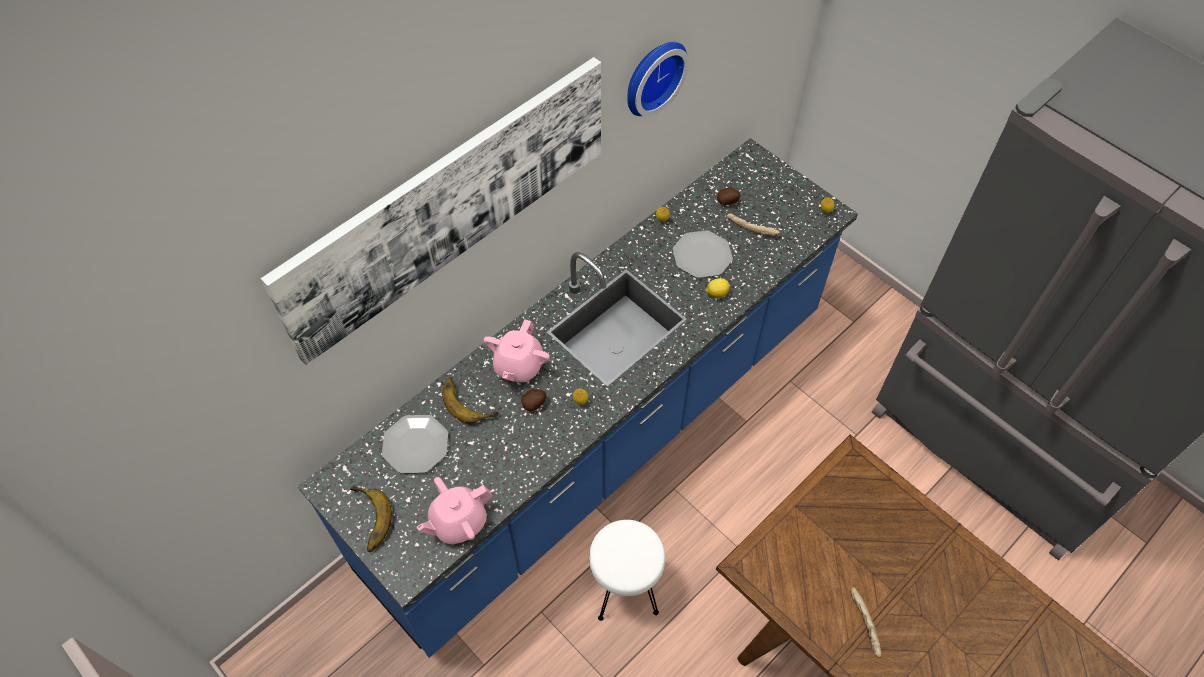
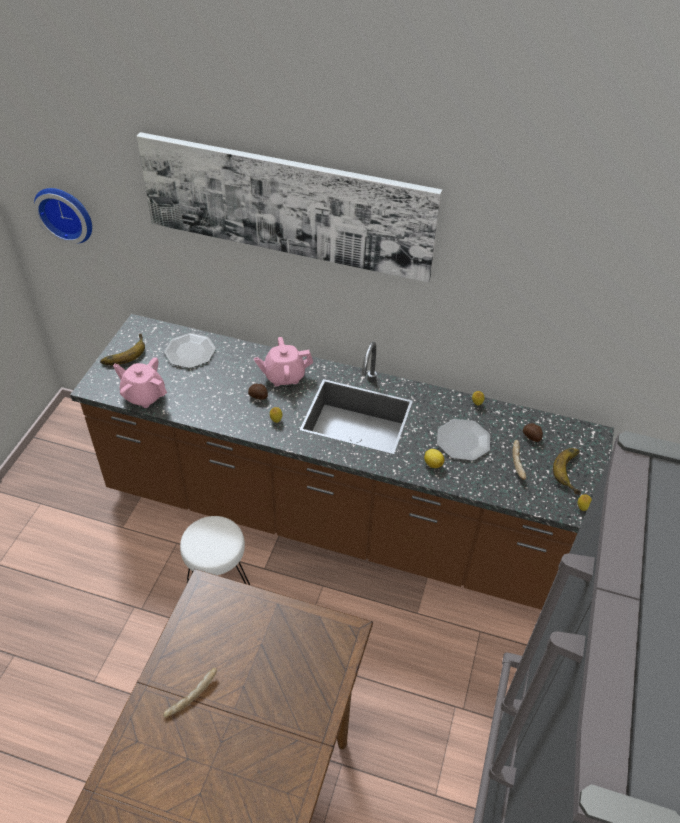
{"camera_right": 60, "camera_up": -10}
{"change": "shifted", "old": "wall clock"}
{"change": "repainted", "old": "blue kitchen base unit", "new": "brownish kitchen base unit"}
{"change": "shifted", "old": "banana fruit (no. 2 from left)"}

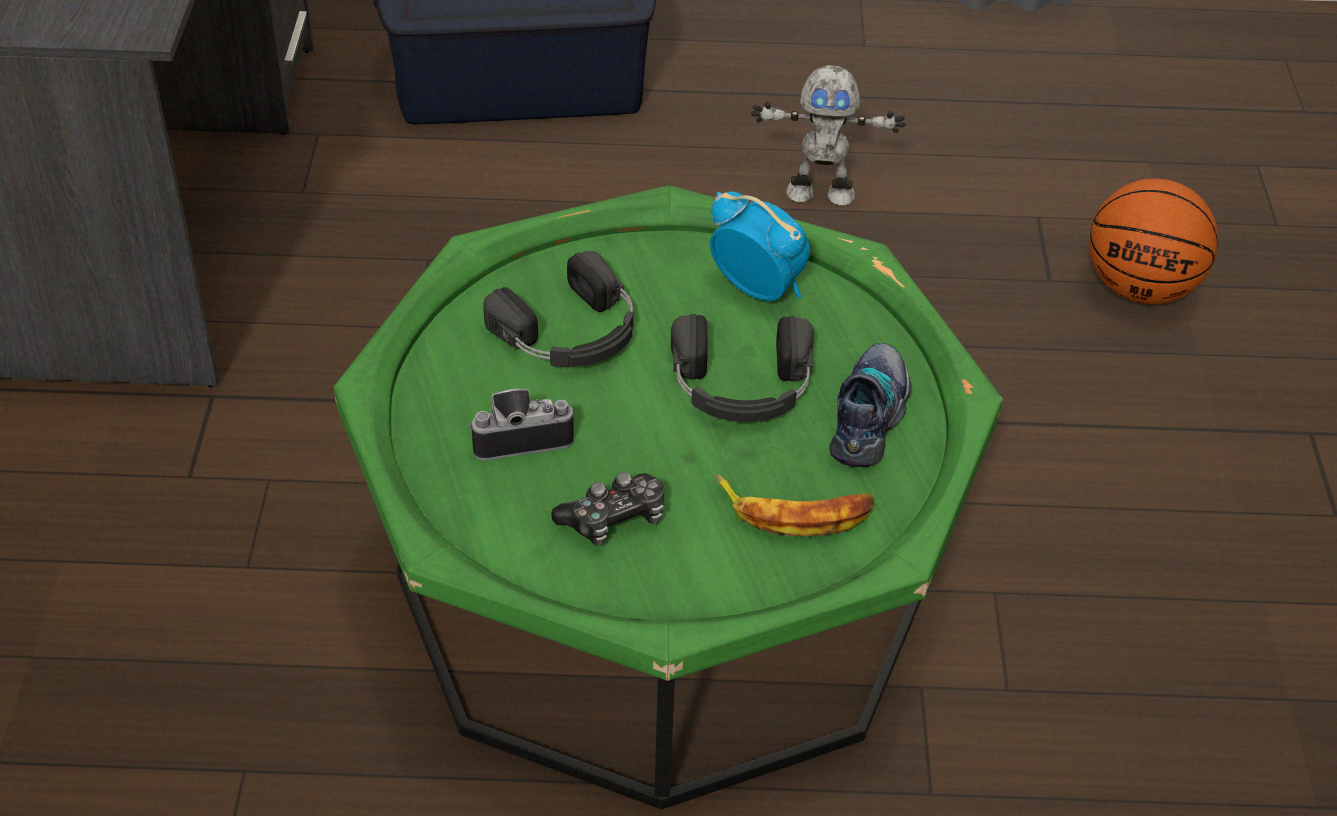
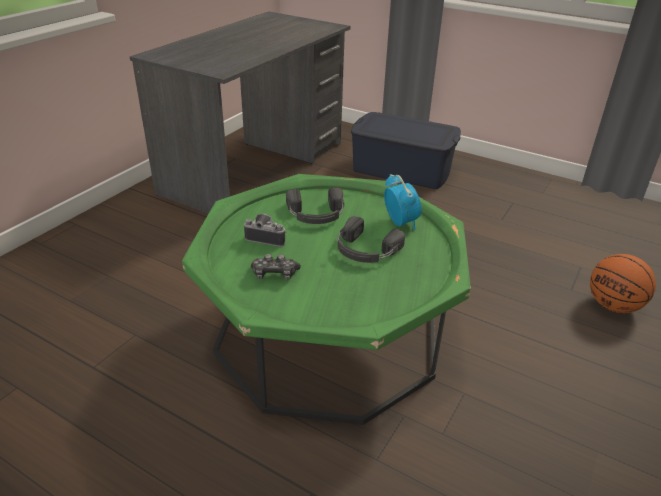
{"camera_right": 30, "camera_up": -10}
{"change": "gone", "old": "banana fruit"}
{"change": "gone", "old": "model robot"}
{"change": "gone", "old": "low shoe"}

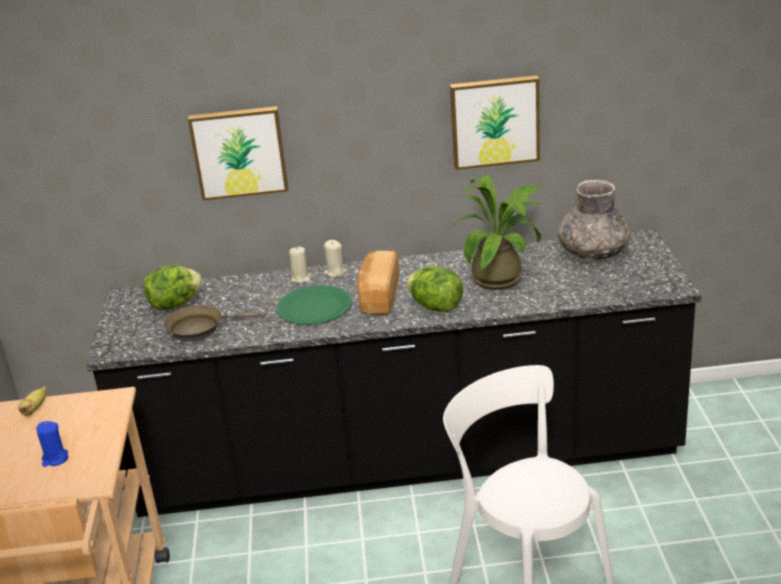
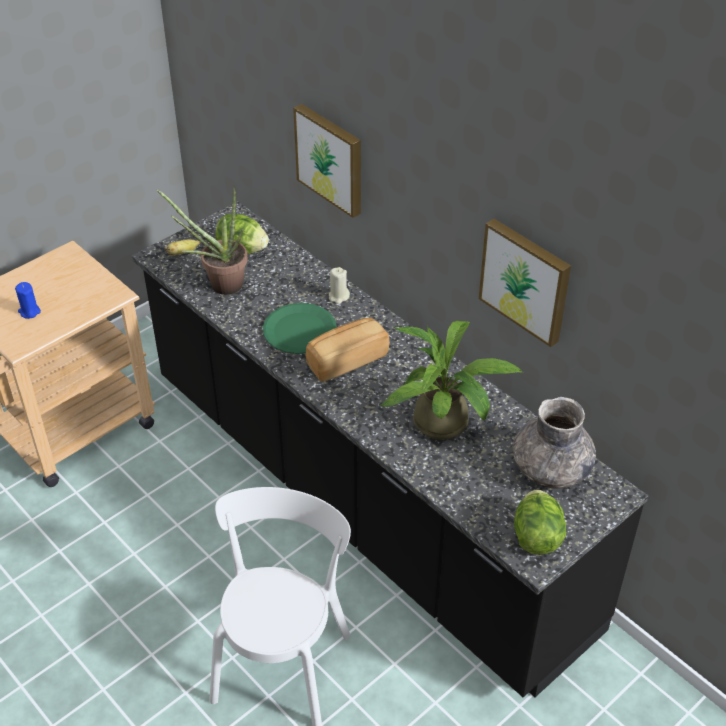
{"camera_right": 50, "camera_up": 15}
{"change": "swapped", "old": "brownish skillet", "new": "potted plant (no. 1 from left)"}
{"change": "shifted", "old": "banana fruit"}
{"change": "shifted", "old": "lettuce head (no. 2 from left)"}
{"change": "gone", "old": "beige-coloured wax candle (no. 2 from left)"}

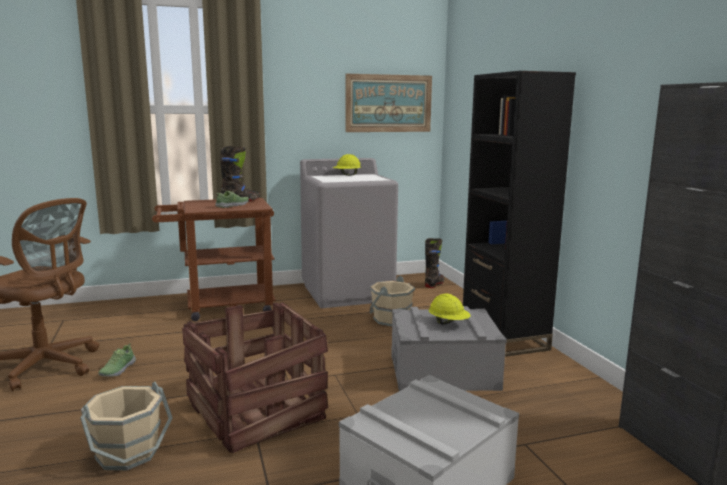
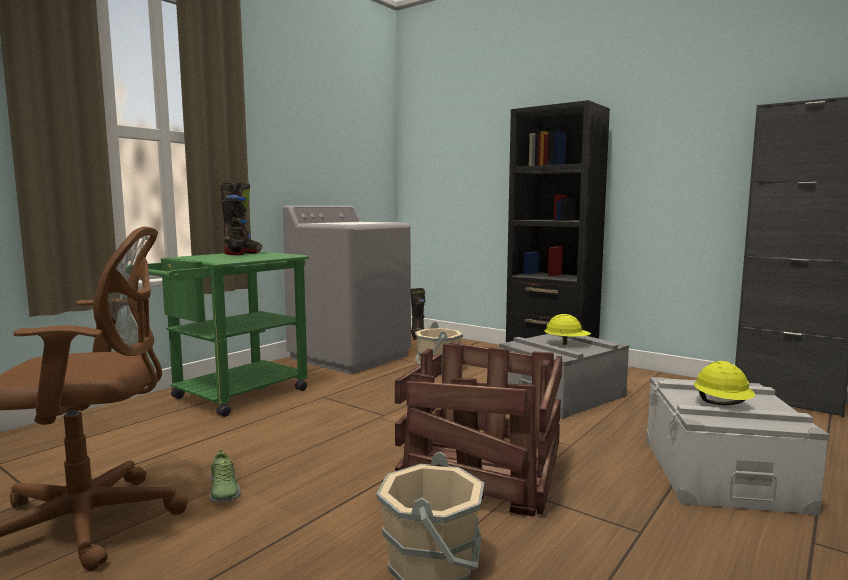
{"camera_right": -35, "camera_up": -5}
{"change": "repainted", "old": "brownish wheeled cart", "new": "greenish wheeled cart"}
{"change": "shifted", "old": "yellow-coloured work helmet (no. 1 from left in the first image)", "new": "yellow-coloured work helmet (no. 2 from left)"}
{"change": "gone", "old": "low shoe (no. 2 from left)"}
{"change": "gone", "old": "wall art"}

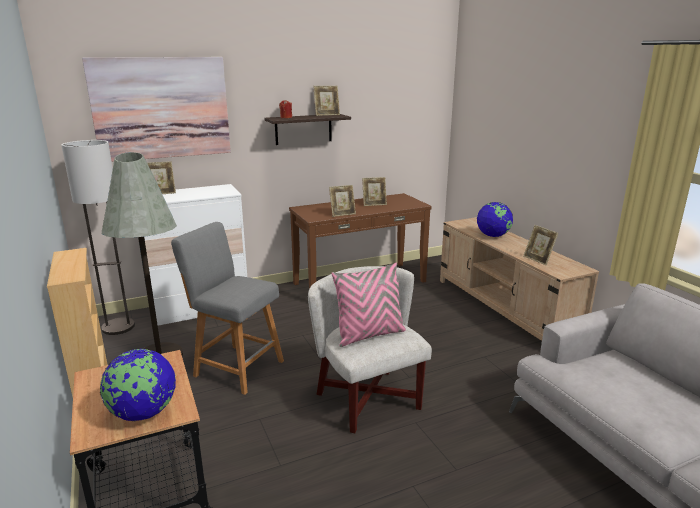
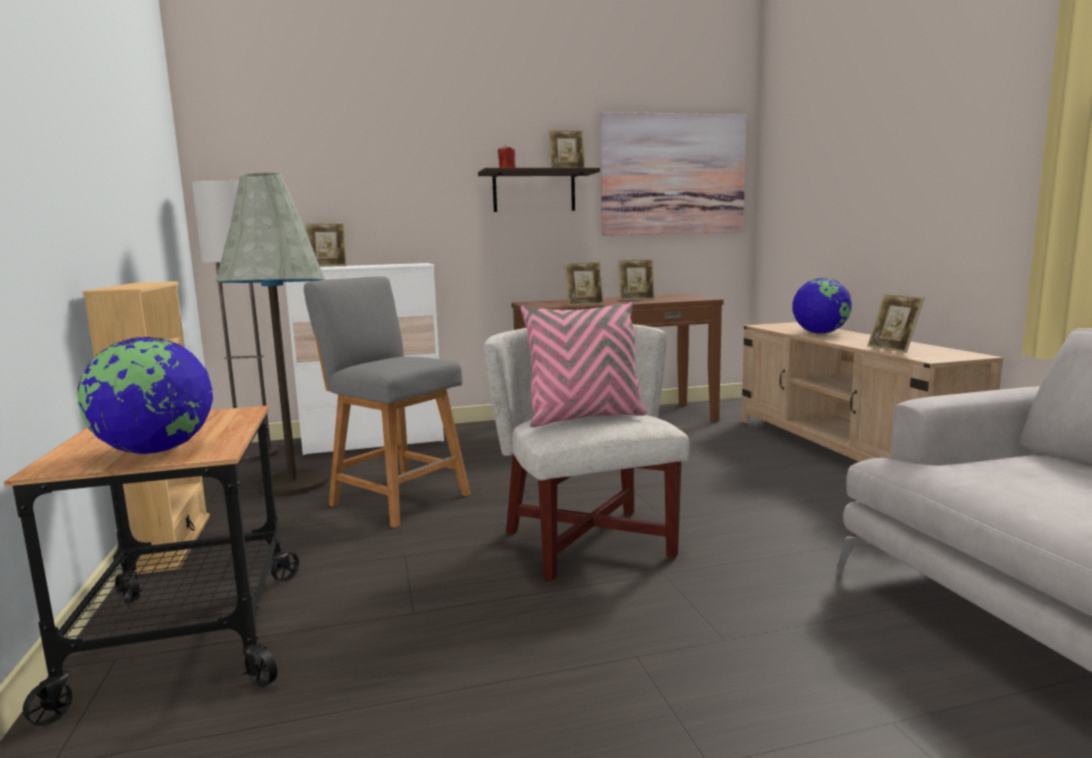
{"camera_right": 10, "camera_up": -10}
{"change": "shifted", "old": "wall art"}

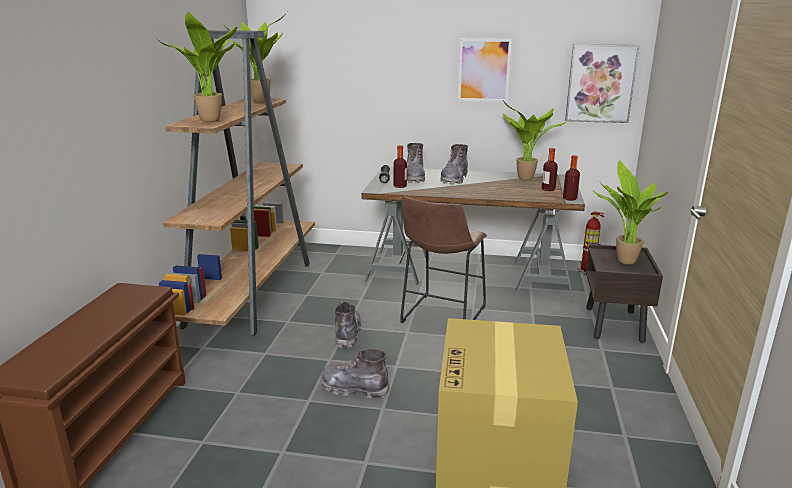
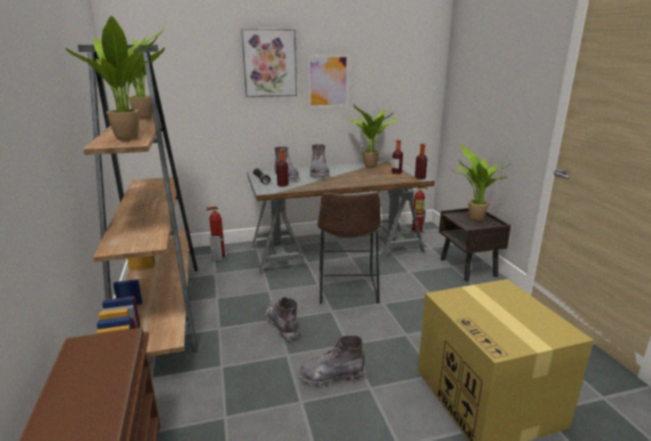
{"camera_right": -25, "camera_up": 0}
{"change": "new", "new": "extinguisher (no. 1 from left)"}
{"change": "shifted", "old": "wall art (no. 2 from left in the first image)", "new": "wall art (no. 1 from left)"}

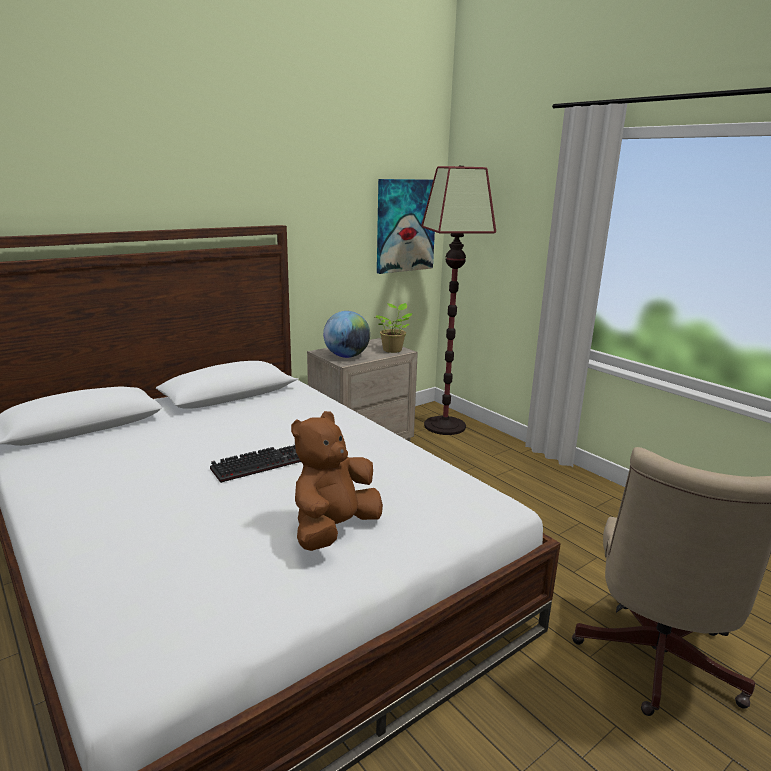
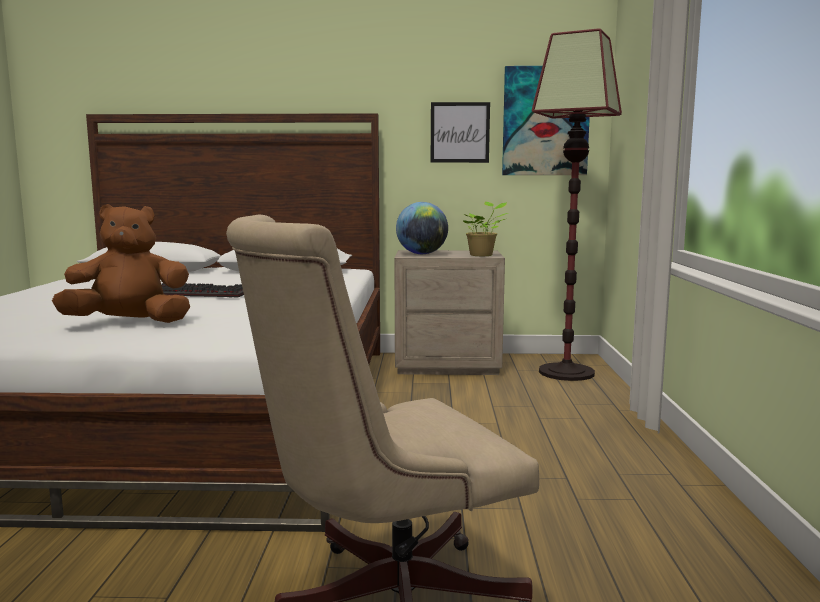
{"camera_right": 40, "camera_up": -10}
{"change": "new", "new": "wall art (no. 1 from left)"}

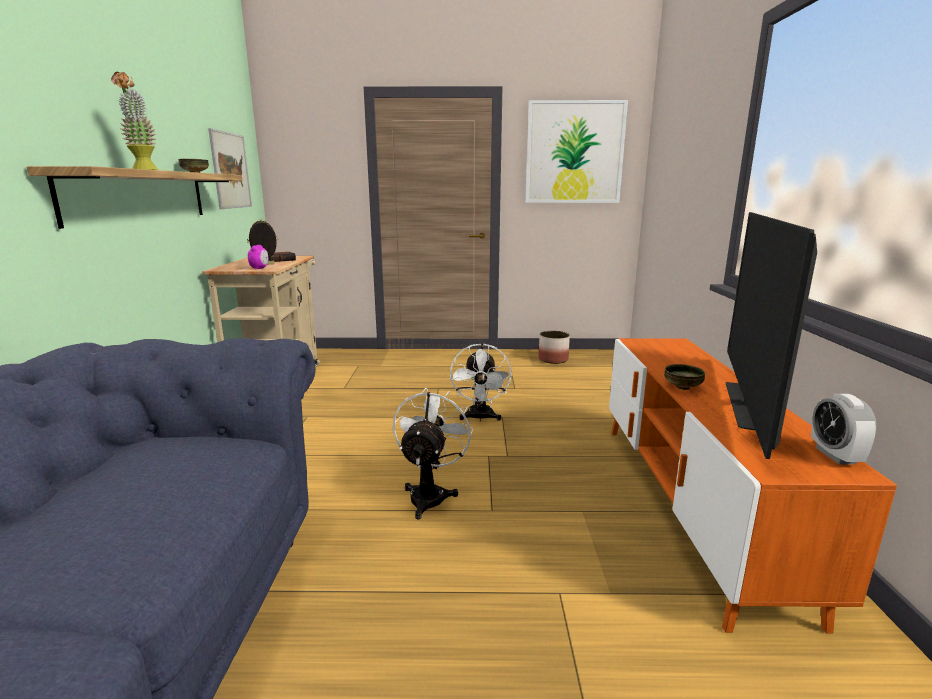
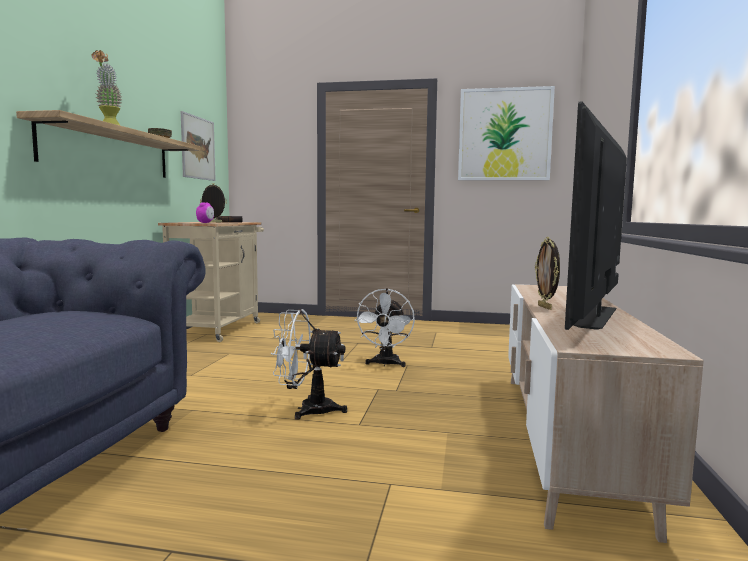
{"camera_right": 10, "camera_up": -10}
{"change": "rotated", "old": "whitish cooling fan (no. 1 from left)", "degrees": -105}
{"change": "repainted", "old": "orangey tv stand", "new": "beige-coloured tv stand"}
{"change": "swapped", "old": "bowl (no. 2 from left)", "new": "photo frame (no. 2 from left)"}
{"change": "gone", "old": "flower pot"}
{"change": "gone", "old": "alarm clock (no. 2 from left)"}

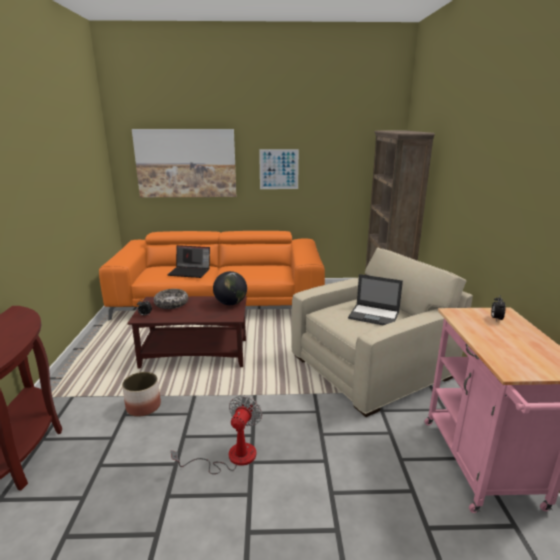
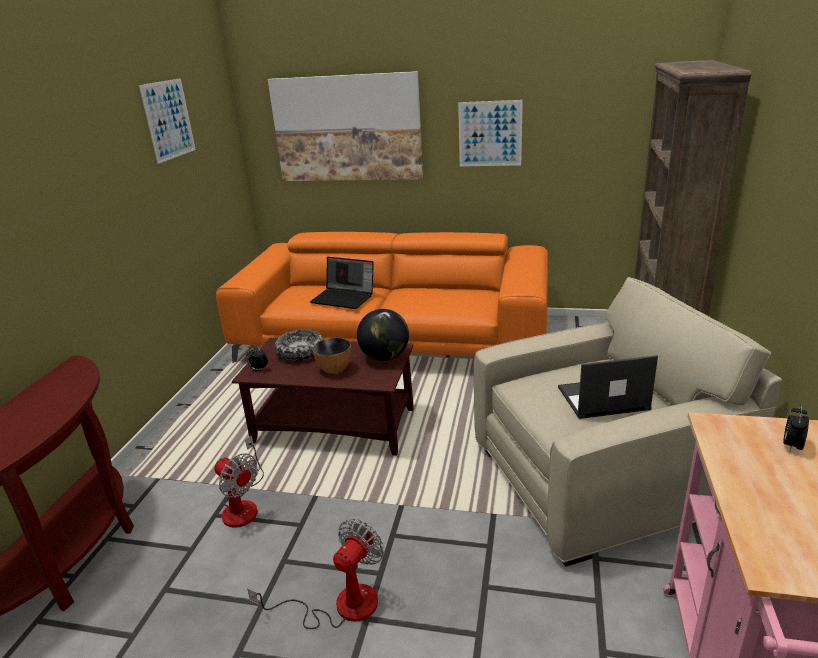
{"camera_right": 15, "camera_up": 5}
{"change": "new", "new": "wall art (no. 1 from left)"}
{"change": "swapped", "old": "flower pot", "new": "cooling fan (no. 1 from left)"}
{"change": "new", "new": "bowl (no. 2 from left)"}
{"change": "rotated", "old": "notebook computer (no. 2 from left)", "degrees": 135}

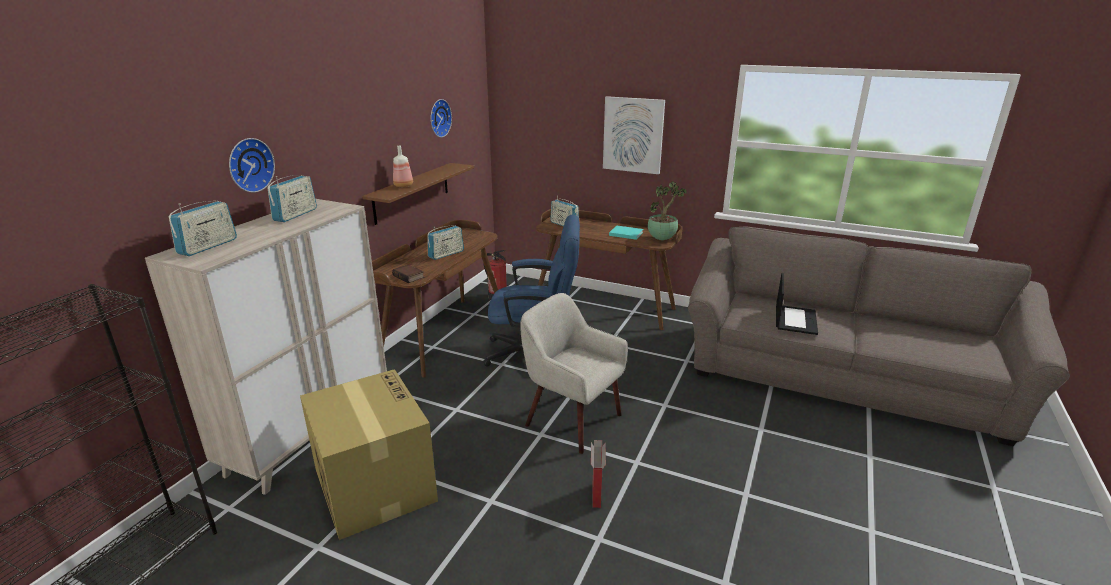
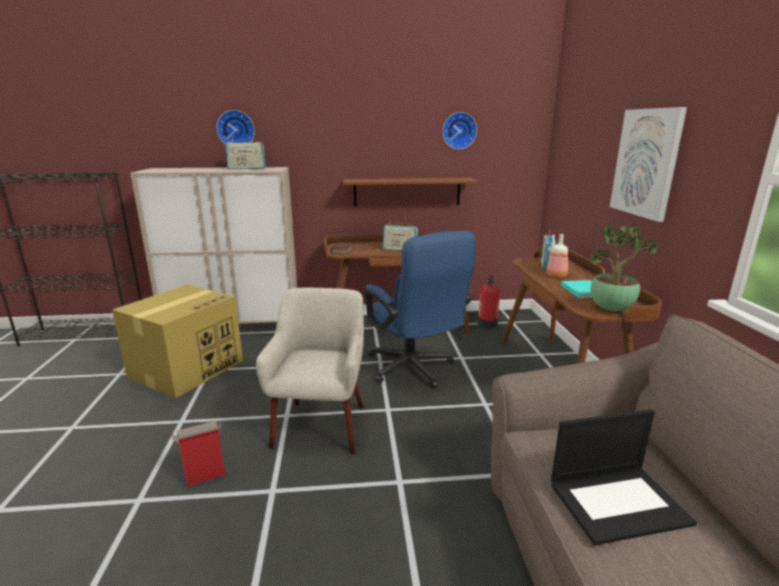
{"camera_right": 60, "camera_up": -5}
{"change": "shifted", "old": "bottle"}
{"change": "gone", "old": "radio receiver (no. 1 from left)"}

